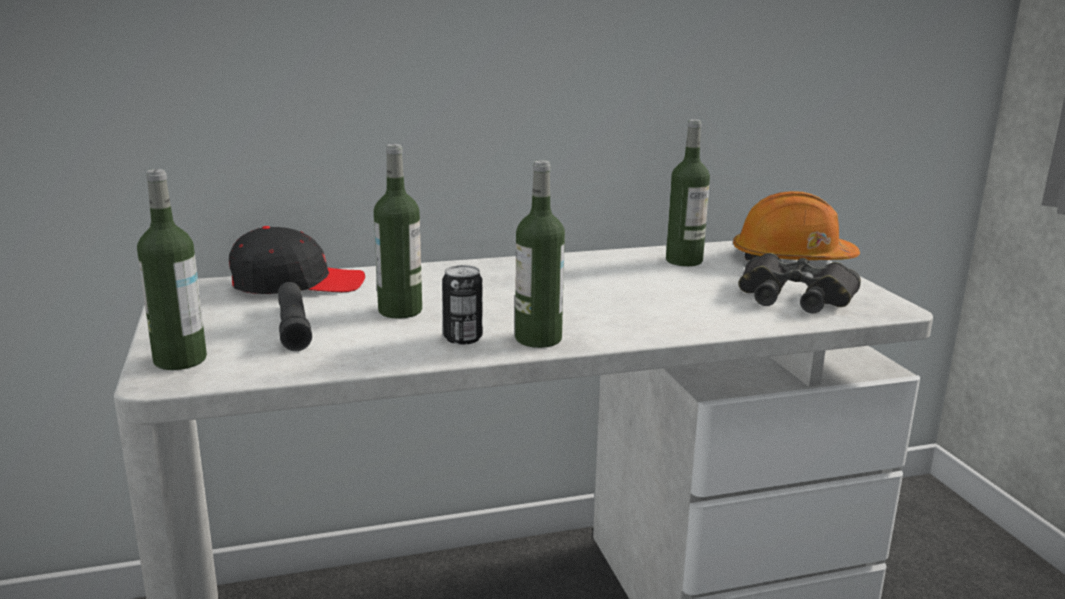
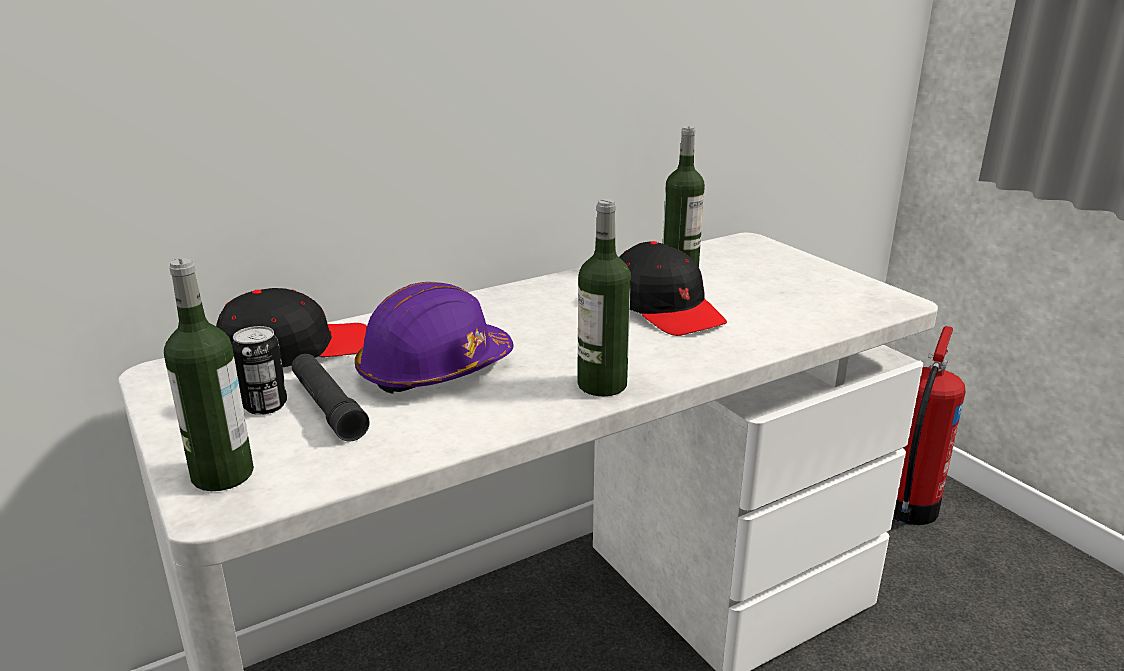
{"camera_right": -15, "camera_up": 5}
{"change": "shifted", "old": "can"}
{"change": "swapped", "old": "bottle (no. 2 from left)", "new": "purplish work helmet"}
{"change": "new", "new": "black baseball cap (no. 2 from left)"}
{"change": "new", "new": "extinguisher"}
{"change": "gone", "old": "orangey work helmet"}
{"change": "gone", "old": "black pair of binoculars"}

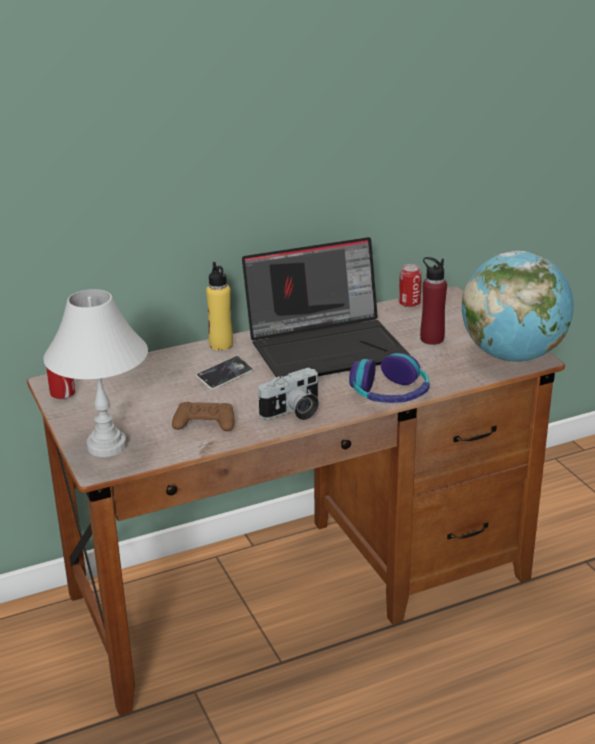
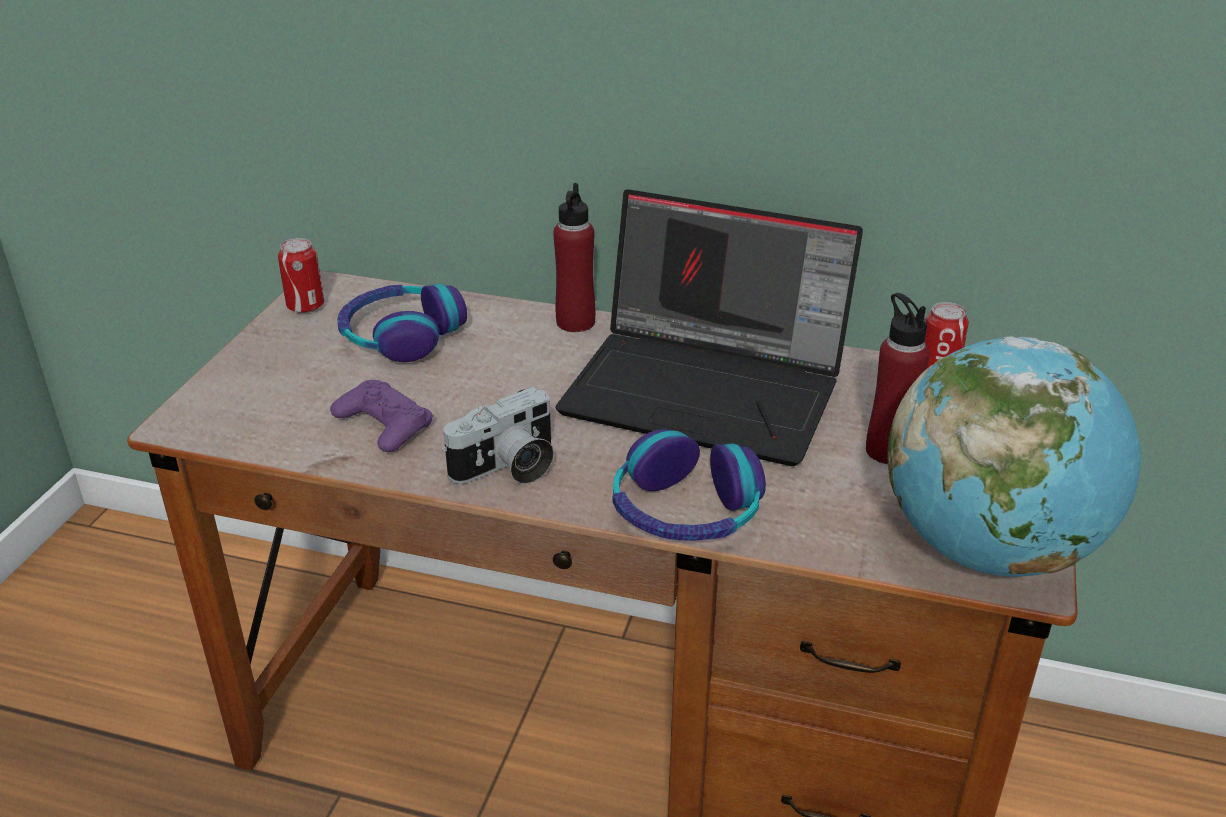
{"camera_right": 40, "camera_up": 5}
{"change": "repainted", "old": "brownish joypad", "new": "purplish joypad"}
{"change": "new", "new": "pair of headphones (no. 1 from left)"}
{"change": "rotated", "old": "still camera", "degrees": -45}
{"change": "repainted", "old": "yellow-coloured bottle", "new": "red-coloured bottle (no. 1 from left)"}
{"change": "gone", "old": "whitish lamp for a table"}
{"change": "gone", "old": "handset"}

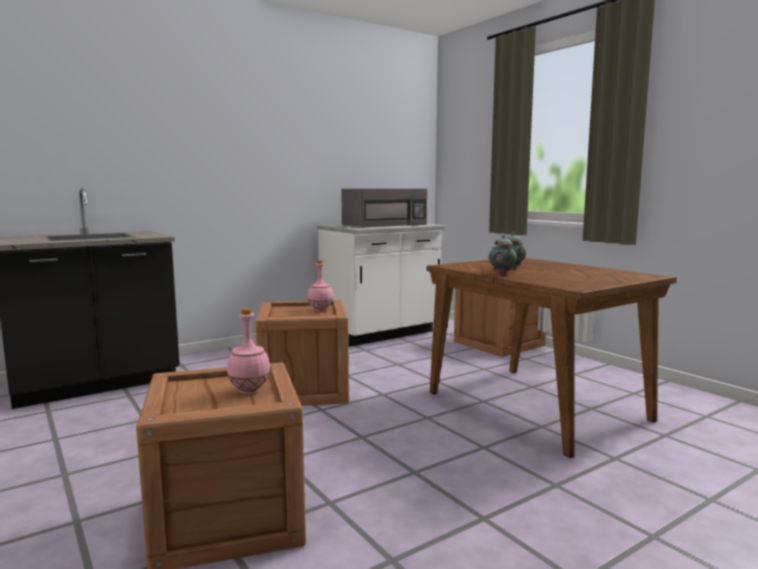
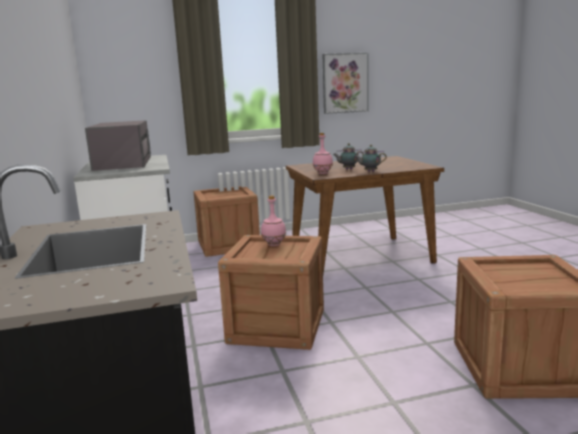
{"camera_right": -70, "camera_up": 5}
{"change": "shifted", "old": "pink bottle (no. 1 from left in the first image)", "new": "pink bottle (no. 2 from left)"}
{"change": "new", "new": "wall art"}

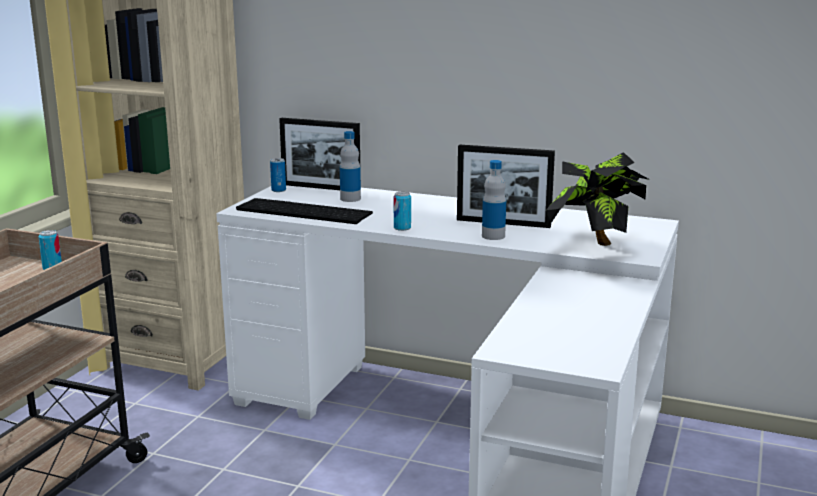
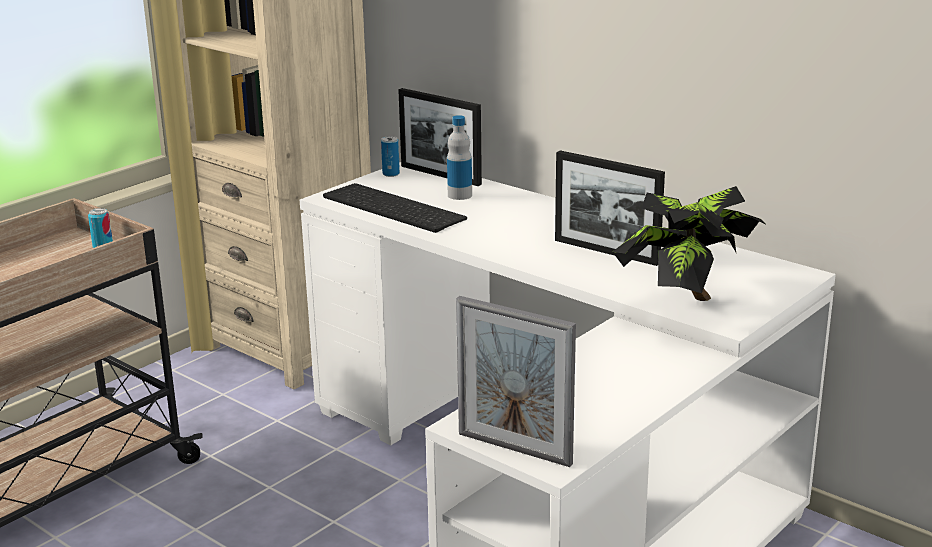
{"camera_right": 20, "camera_up": 5}
{"change": "new", "new": "photo frame (no. 2 from left)"}
{"change": "gone", "old": "can (no. 3 from left)"}
{"change": "gone", "old": "bottle (no. 2 from left)"}

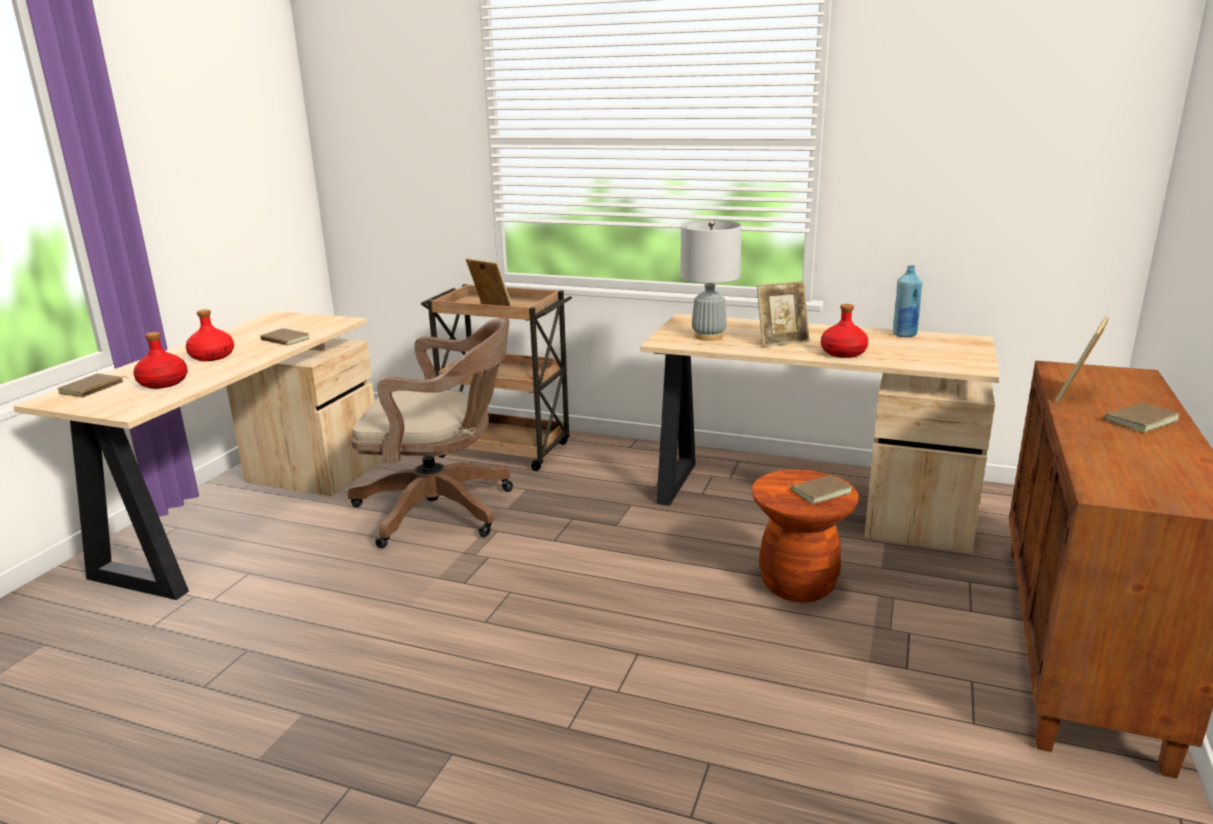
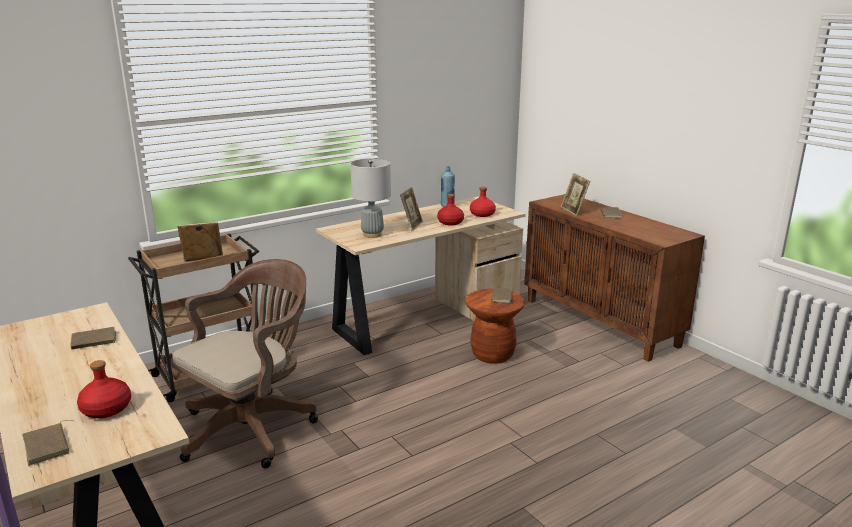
{"camera_right": -55, "camera_up": 0}
{"change": "shifted", "old": "red-coloured bottle (no. 2 from left in the first image)", "new": "red-coloured bottle (no. 3 from left)"}

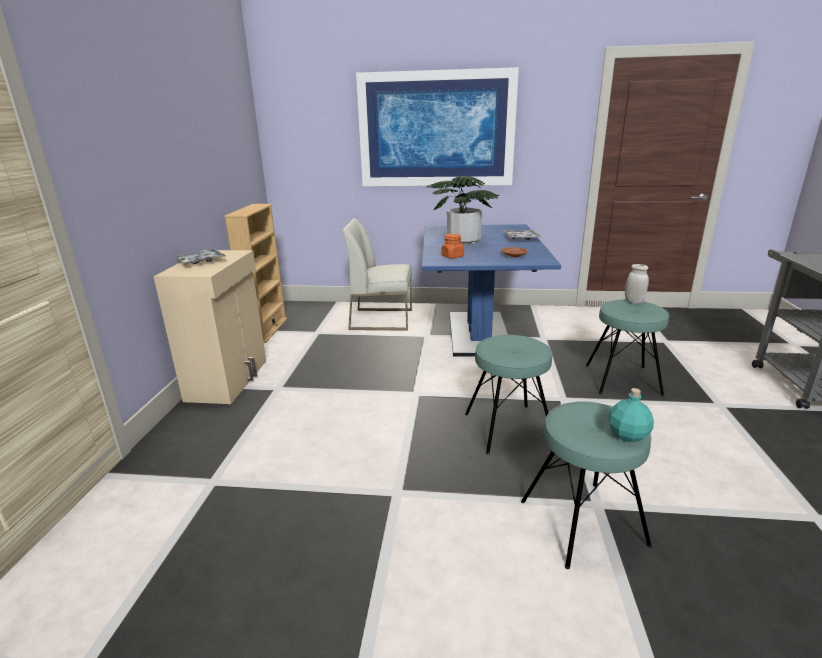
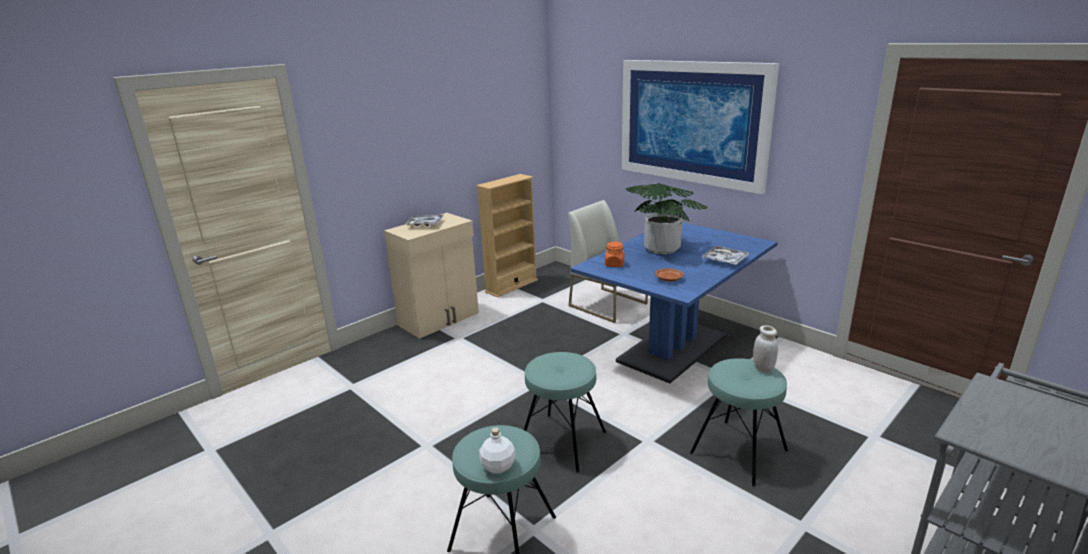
{"camera_right": 40, "camera_up": 0}
{"change": "repainted", "old": "turquoise bottle", "new": "whitish bottle"}

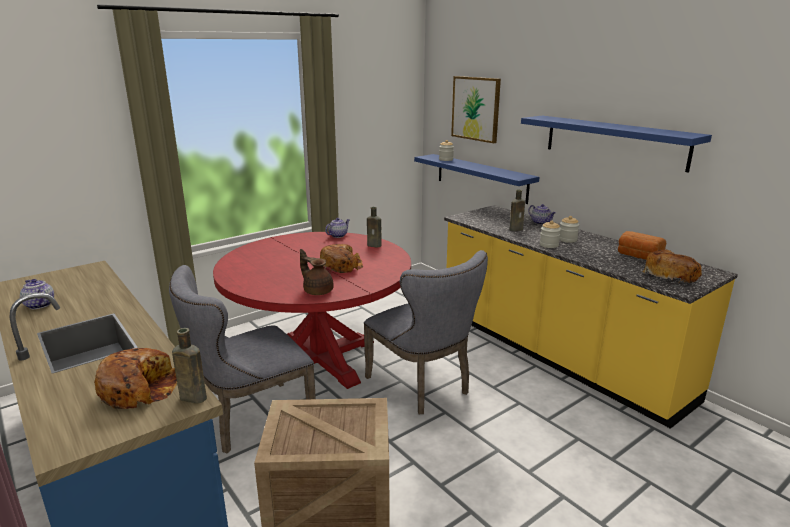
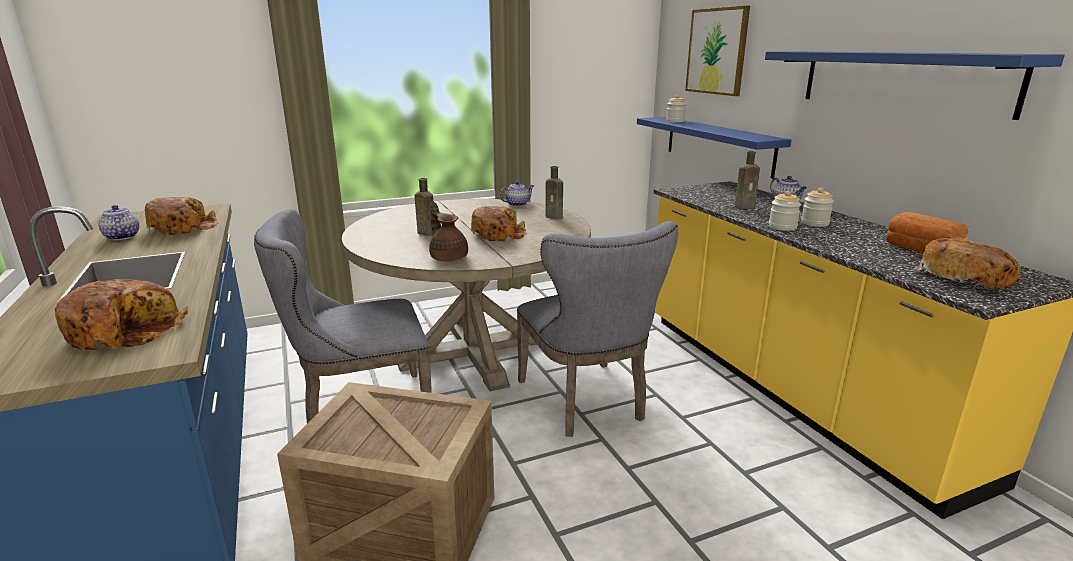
{"camera_right": 15, "camera_up": 0}
{"change": "new", "new": "bakery bread (no. 2 from left)"}
{"change": "repainted", "old": "red-coloured kitchen table", "new": "beige-coloured kitchen table"}
{"change": "shifted", "old": "brownish bottle (no. 1 from left)"}

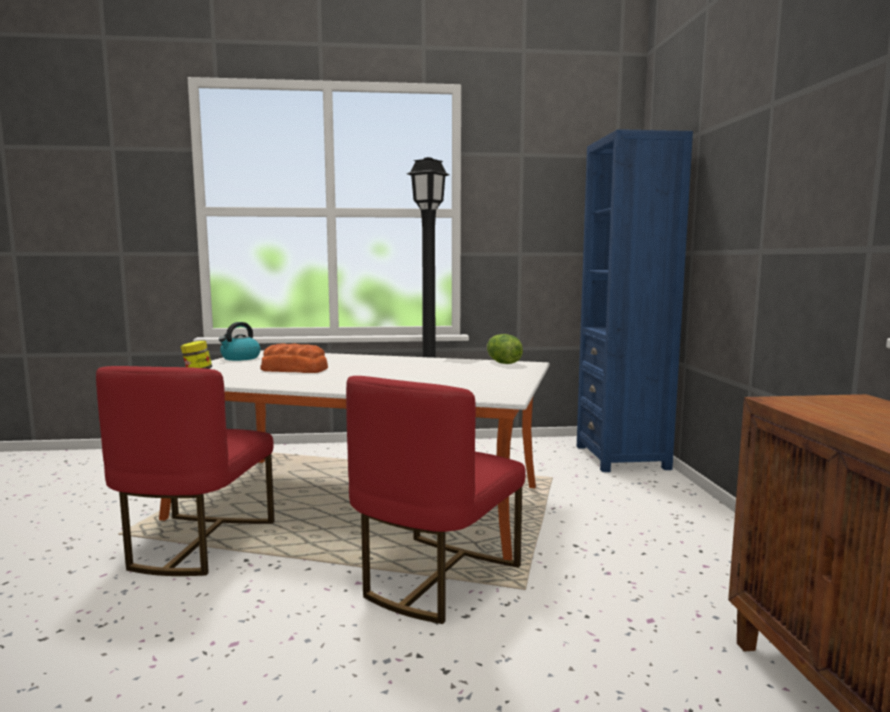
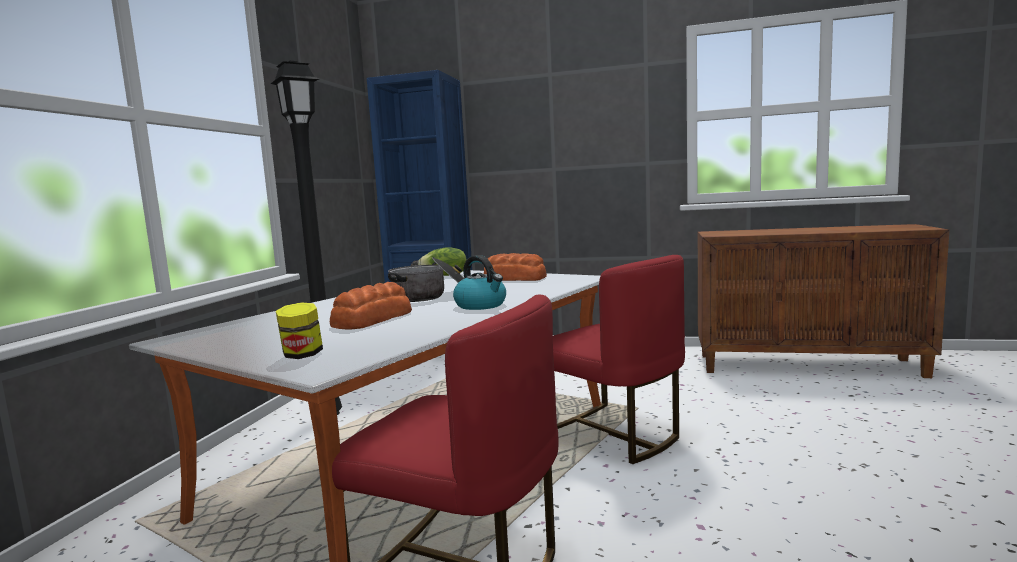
{"camera_right": -70, "camera_up": 0}
{"change": "new", "new": "cooking pot"}
{"change": "shifted", "old": "tea kettle"}
{"change": "new", "new": "bakery bread (no. 2 from left)"}

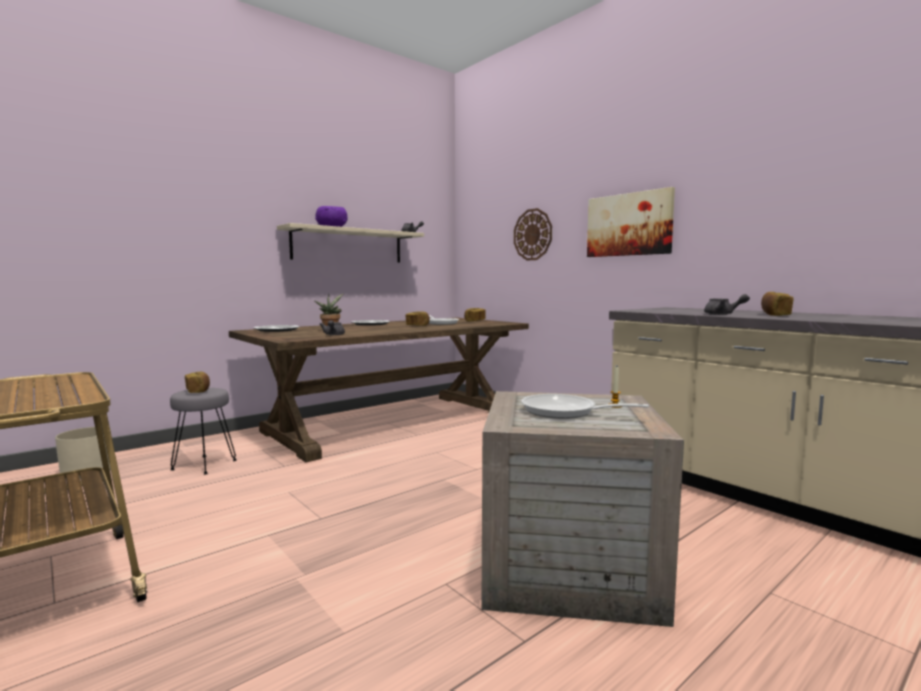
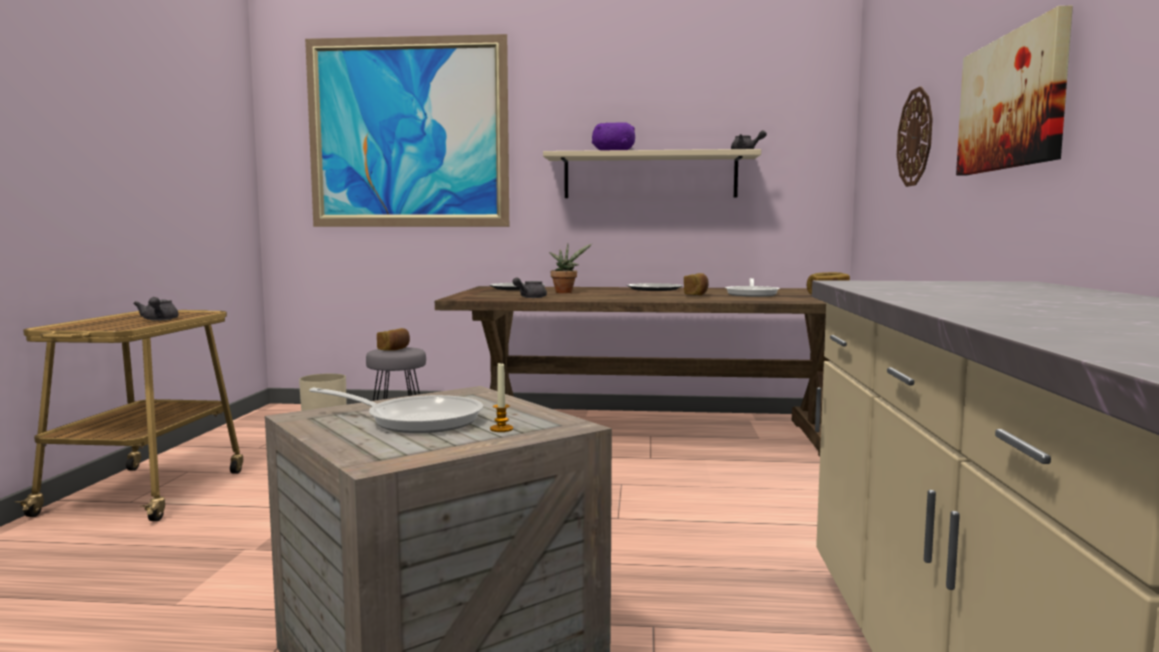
{"camera_right": 45, "camera_up": 0}
{"change": "shifted", "old": "greyish pot for tea (no. 3 from left in the first image)", "new": "greyish pot for tea (no. 1 from left)"}
{"change": "new", "new": "wall art (no. 1 from left)"}
{"change": "rotated", "old": "skillet (no. 2 from left in the first image)", "degrees": 120}
{"change": "gone", "old": "bakery bread (no. 4 from left)"}

